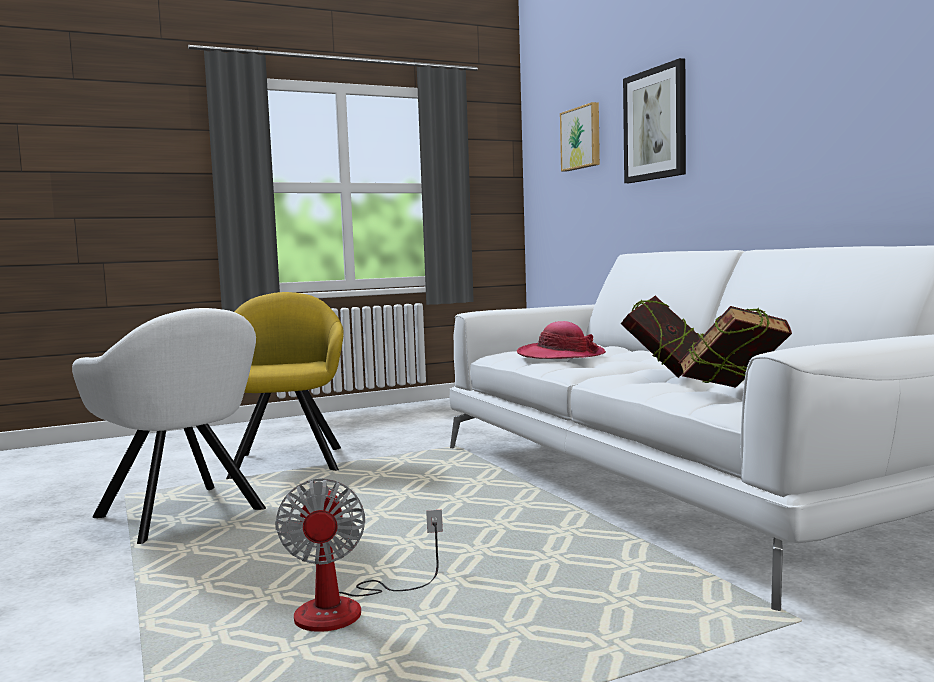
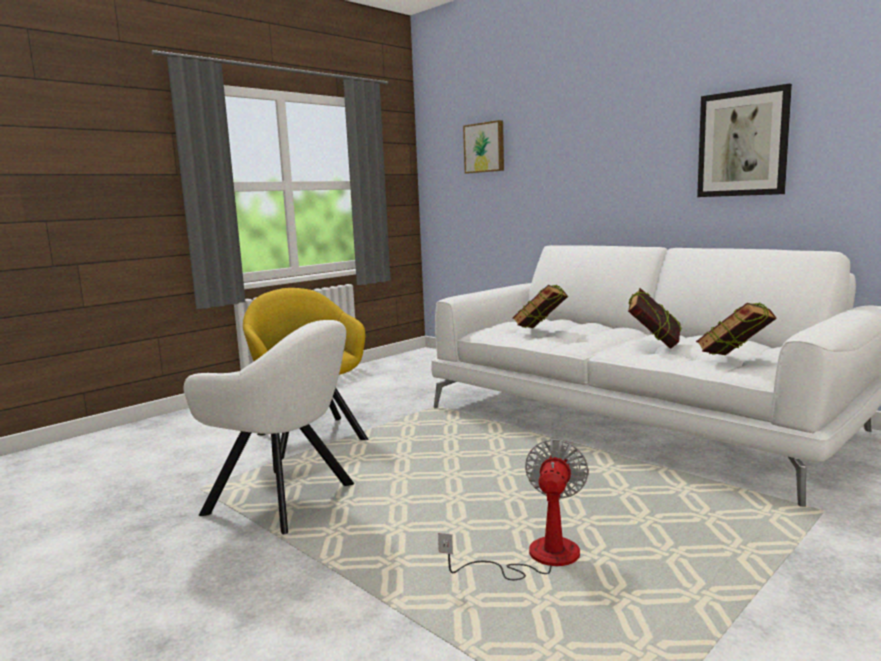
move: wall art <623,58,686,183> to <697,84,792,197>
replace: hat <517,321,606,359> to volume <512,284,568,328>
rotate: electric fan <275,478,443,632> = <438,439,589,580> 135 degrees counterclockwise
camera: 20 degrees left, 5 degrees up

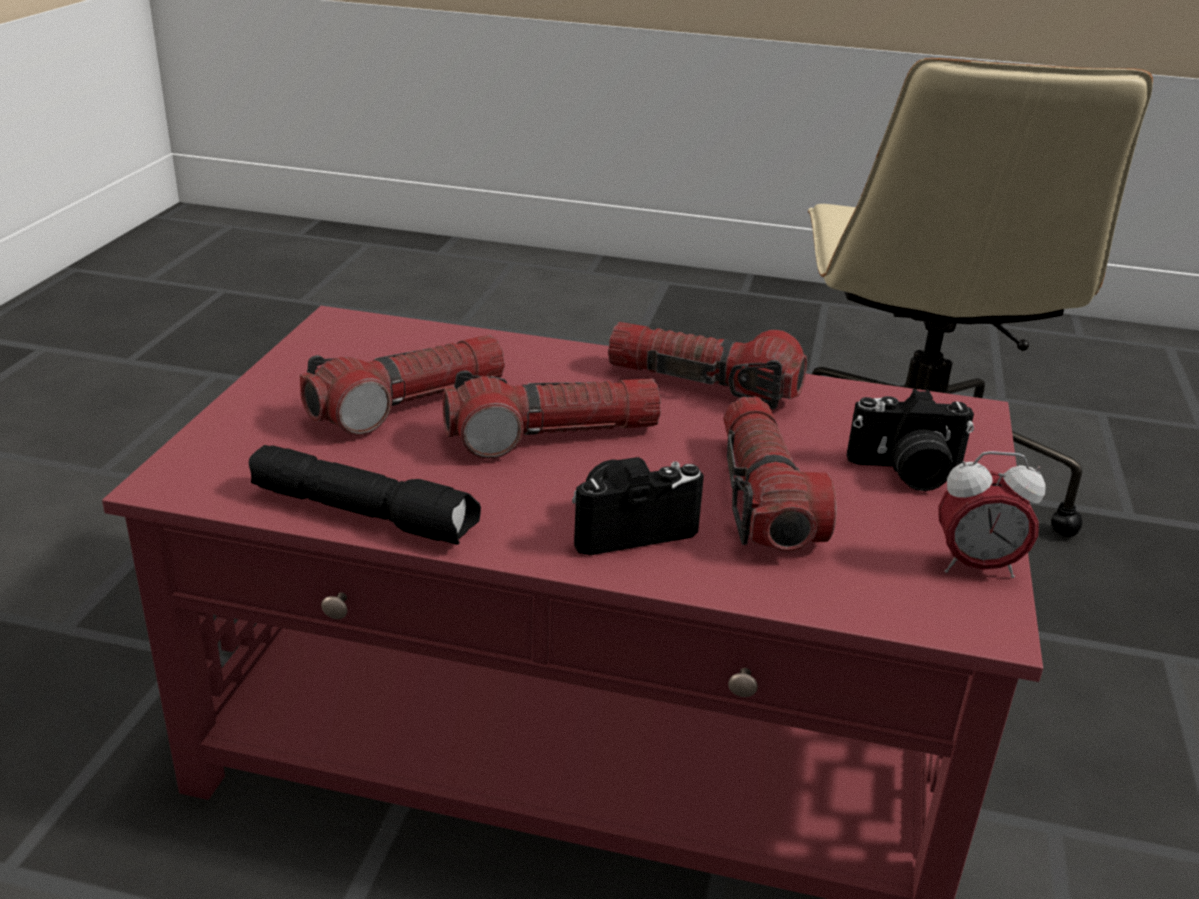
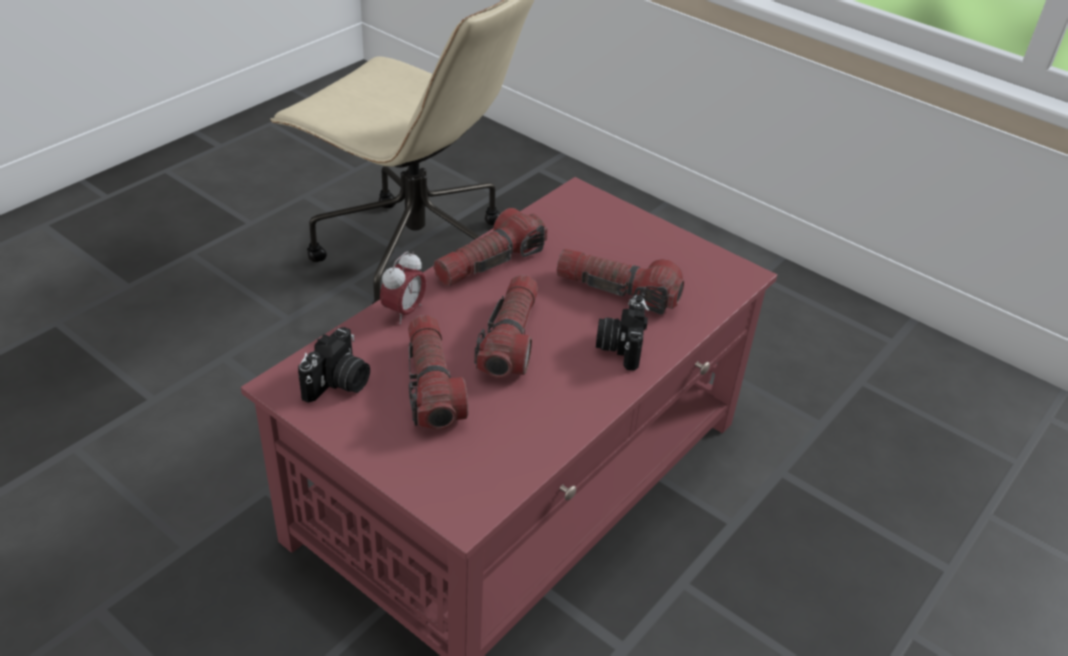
delete: black hand torch <249,445,481,545>
move: photo camera <847,389,974,491> to <298,327,370,403>; table clock <938,451,1046,578> to <380,251,426,324>
camera: 65 degrees left, 10 degrees up

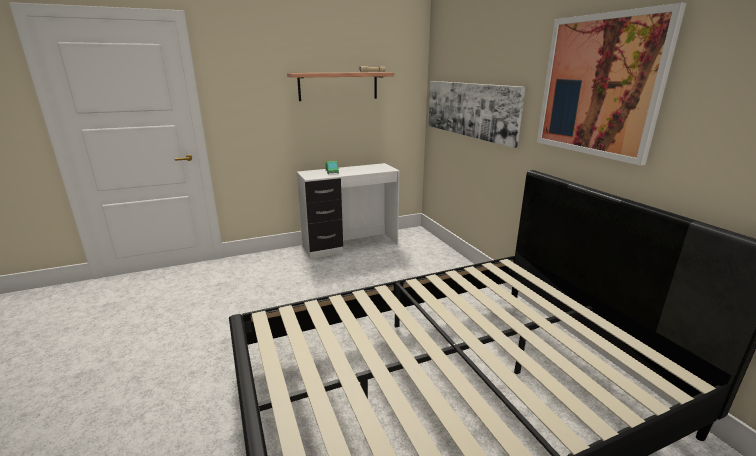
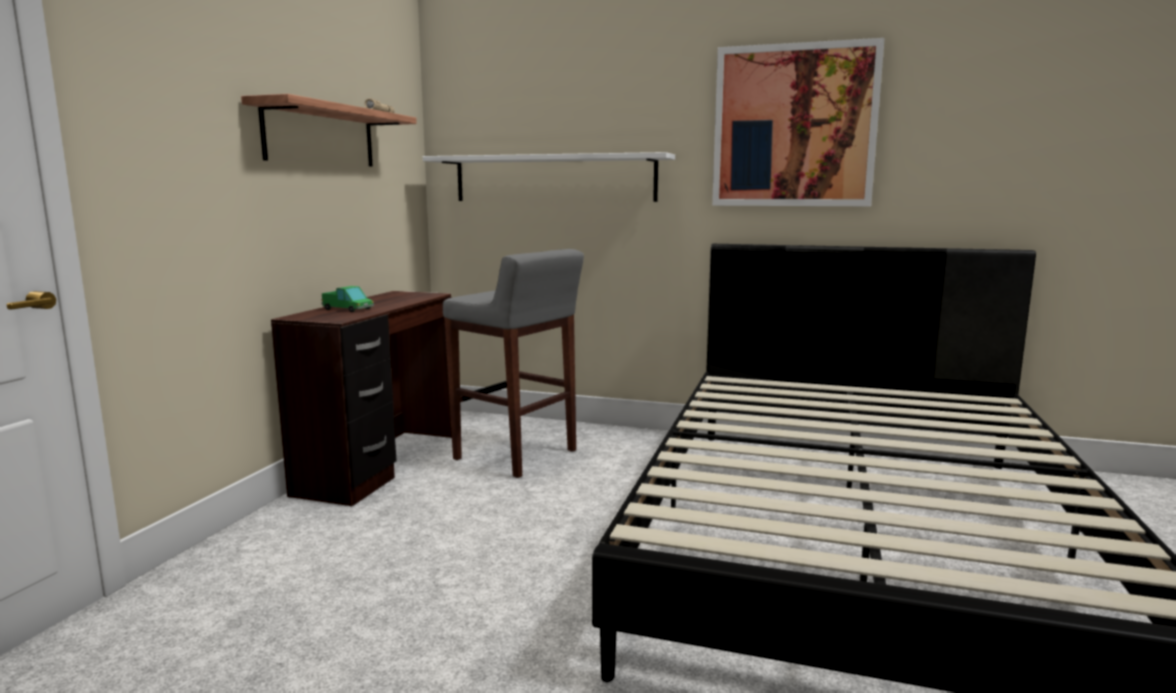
insert: grey stool <443,249,584,478>
replace: wall art <428,81,525,148> to whitish shelf <423,152,675,202>
recolor: whitish desk <297,163,400,259> to brown desk <271,291,452,507>
camera: 50 degrees left, 10 degrees down

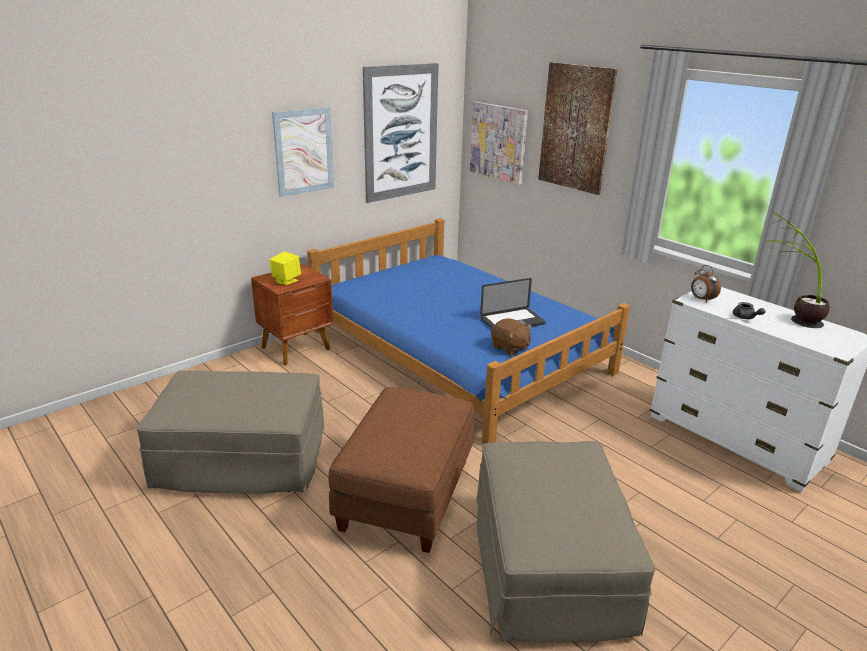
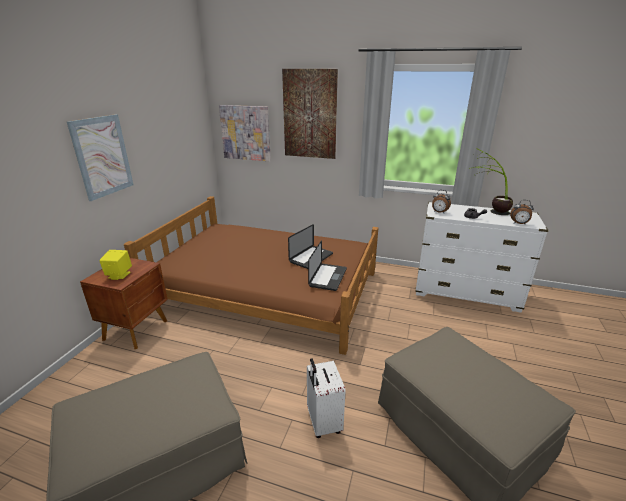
delete: wall art <363,63,438,203>
insert: table clock <510,200,534,224>
replace: brown pouffe <329,387,474,553> to whitish suitcase <307,358,345,438>; brown soft toy <491,318,532,355> to laptop <308,240,347,291>
recolor: bluish bed <307,218,630,443> to brown bed <124,196,378,355>
camera: 30 degrees left, 0 degrees up

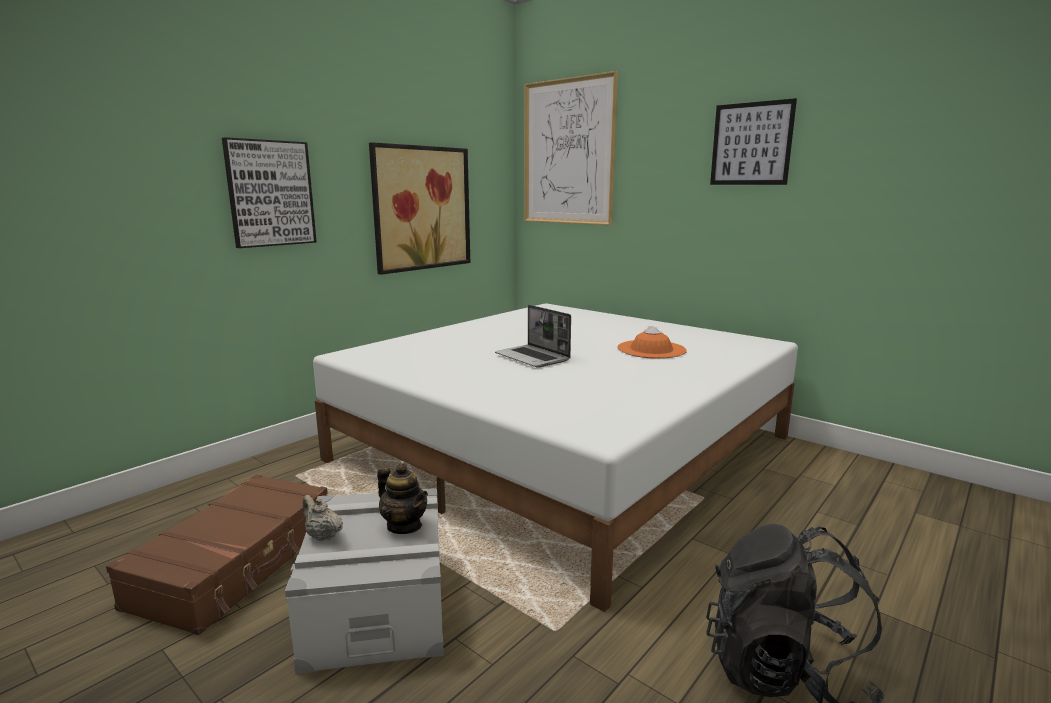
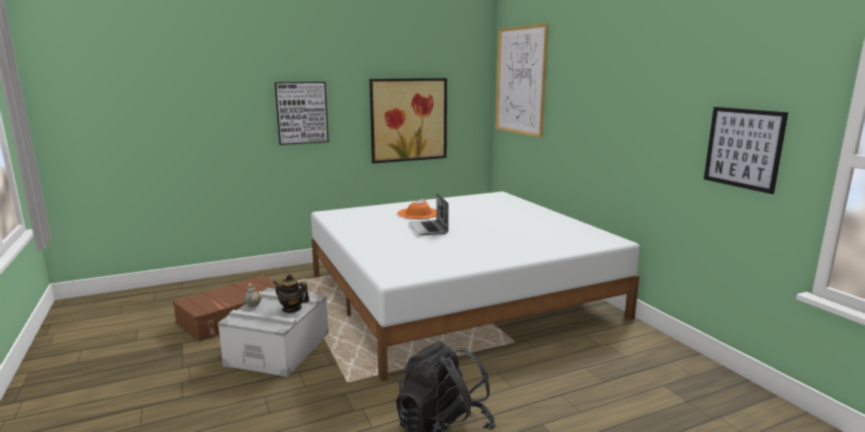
move: orange-coloured hat <617,327,687,359> to <397,199,436,219>; wall art <710,98,797,185> to <704,107,788,194>
rotate: tea pot <377,463,428,534> = <273,274,310,313> 135 degrees clockwise
camera: 25 degrees right, 0 degrees up

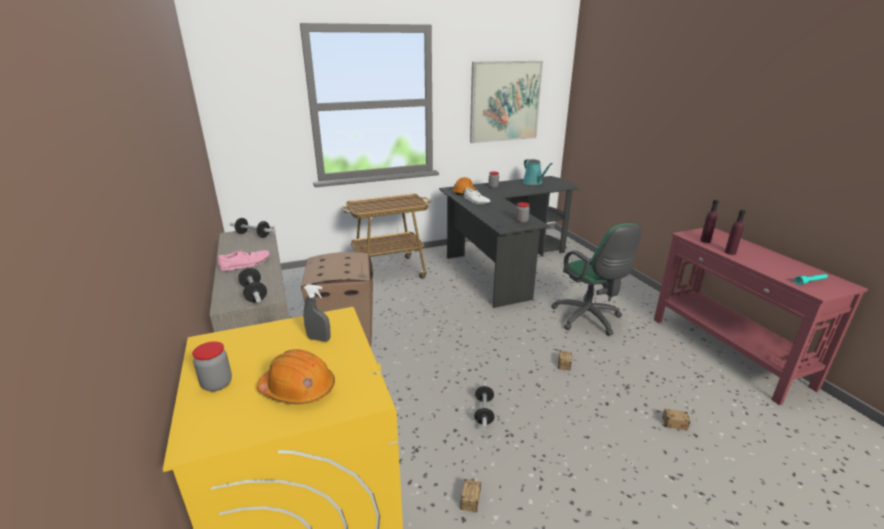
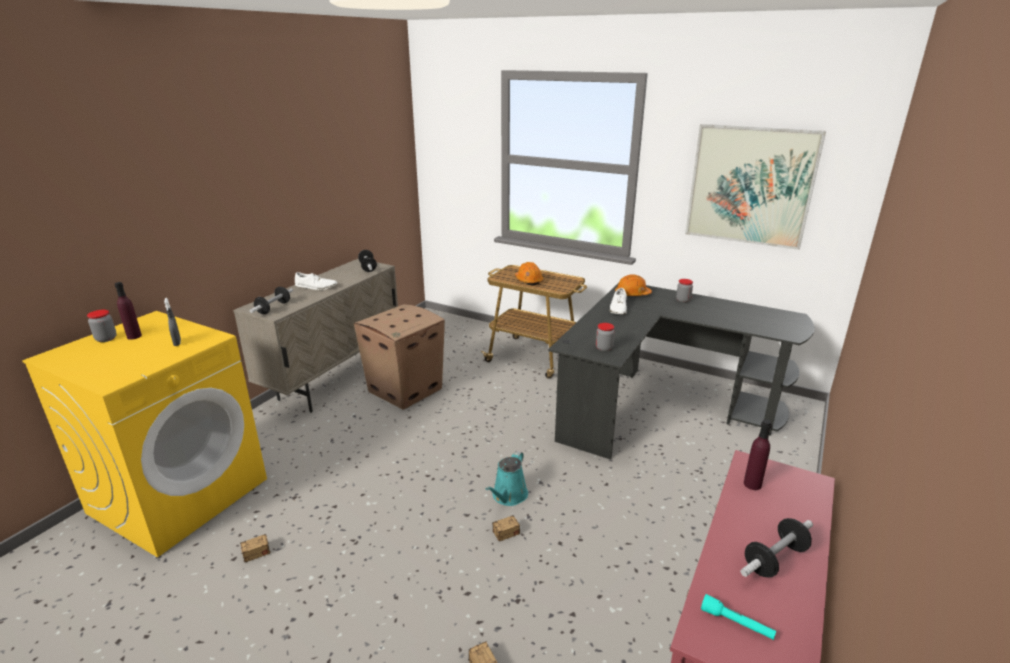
delete: green-coloured computer chair <551,223,641,336>
move: orange-coloured safety helmet <257,349,335,404> to <515,262,543,285>; dumbbell <474,382,495,430> to <740,518,813,577>; turquoise-coloured watering can <523,159,553,185> to <486,451,528,506>; purplish bottle <725,210,746,255> to <115,282,142,340>
recolor: pink-coloured low shoe <218,250,270,271> to whitish low shoe <295,272,337,290>
camera: 50 degrees right, 0 degrees up

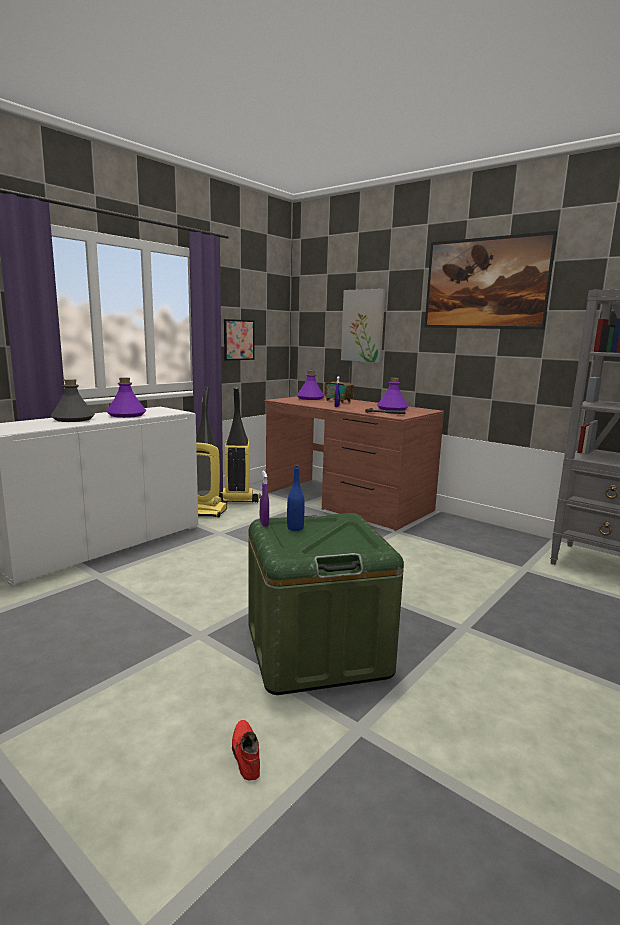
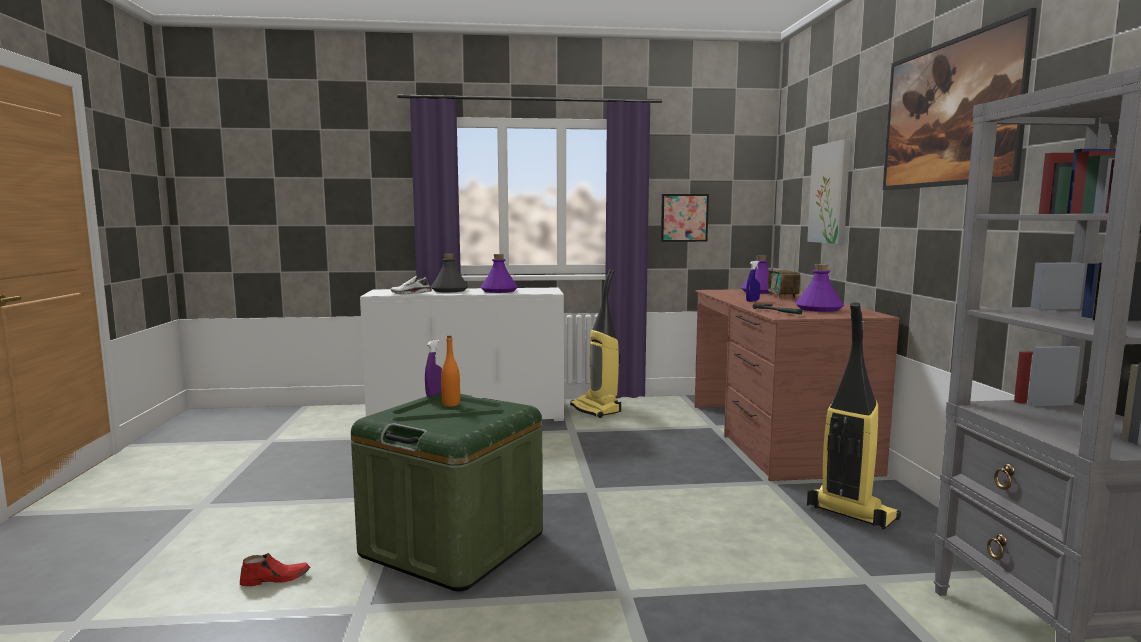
insert: whitish low shoe <391,276,432,295>
move: hoover <219,387,261,503> to <807,302,901,530>
recolor: bluish bottle <287,465,305,531> to orange-coloured bottle <441,336,460,407>
rotate: reddish low shoe <232,720,260,781> = <240,553,310,586> 45 degrees clockwise
camera: 45 degrees right, 5 degrees down

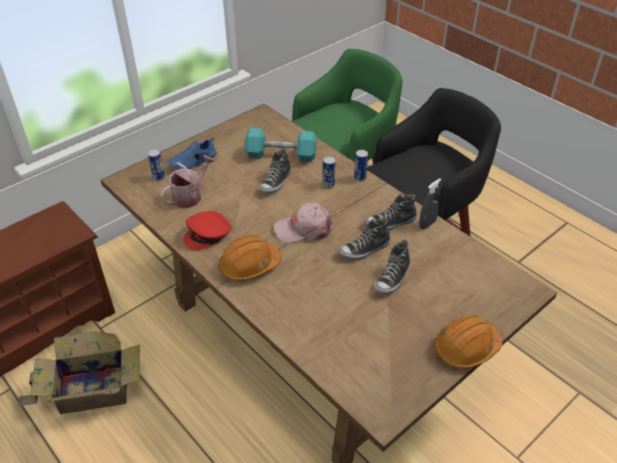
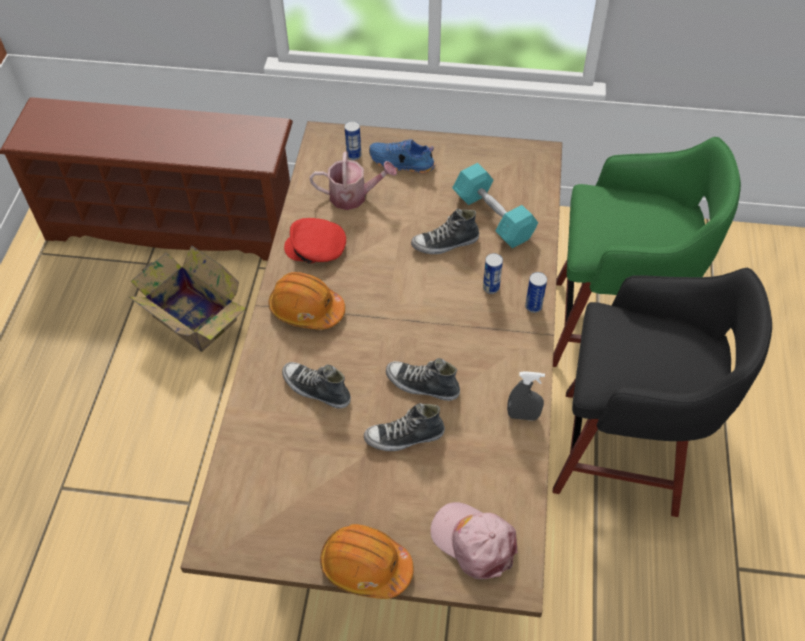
move: pink-coloured baseball cap <274,203,333,243> to <430,502,518,579>; low shoe <364,193,417,231> to <282,362,351,408>
camera: 50 degrees right, 10 degrees up

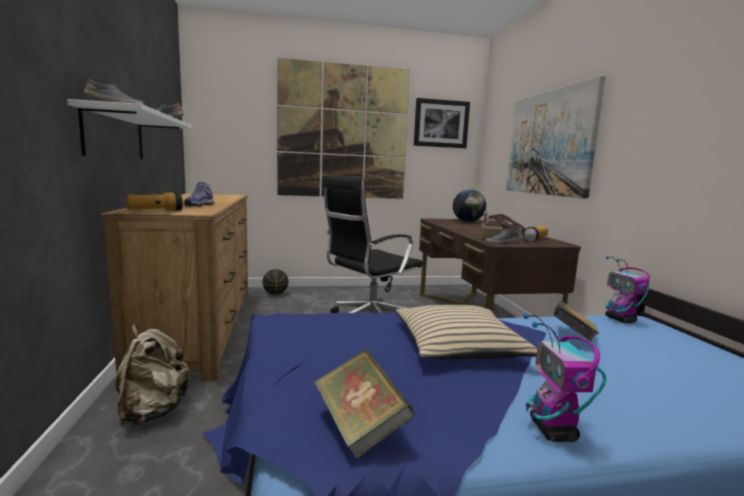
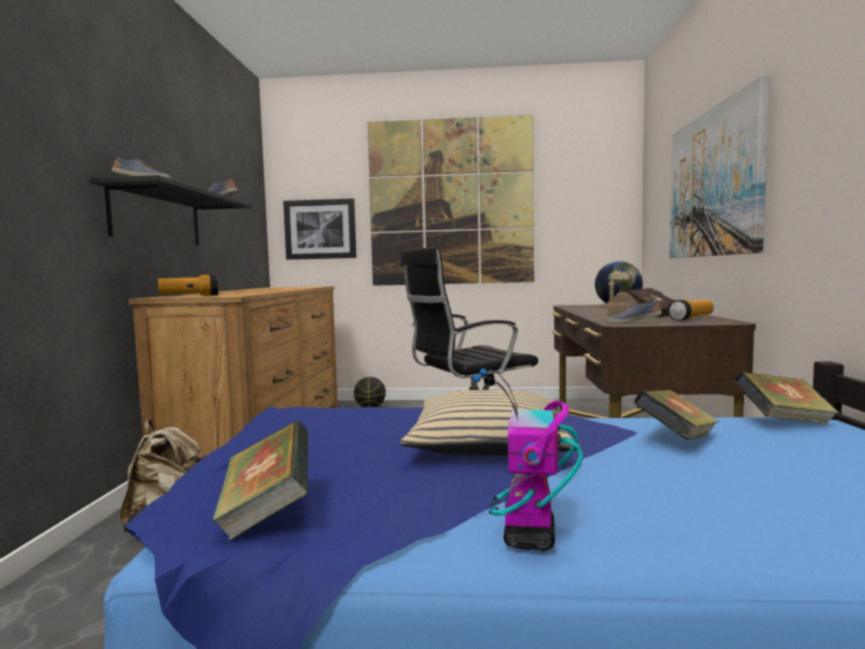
delete: low shoe <184,182,214,207>
move: wall art <414,98,470,148> to <283,198,357,260>
replace: model robot <605,256,650,323> to volume <735,372,839,425>
recolor: whitish shelf <67,99,192,159> to black shelf <90,175,252,245>
camera: 15 degrees right, 5 degrees down

